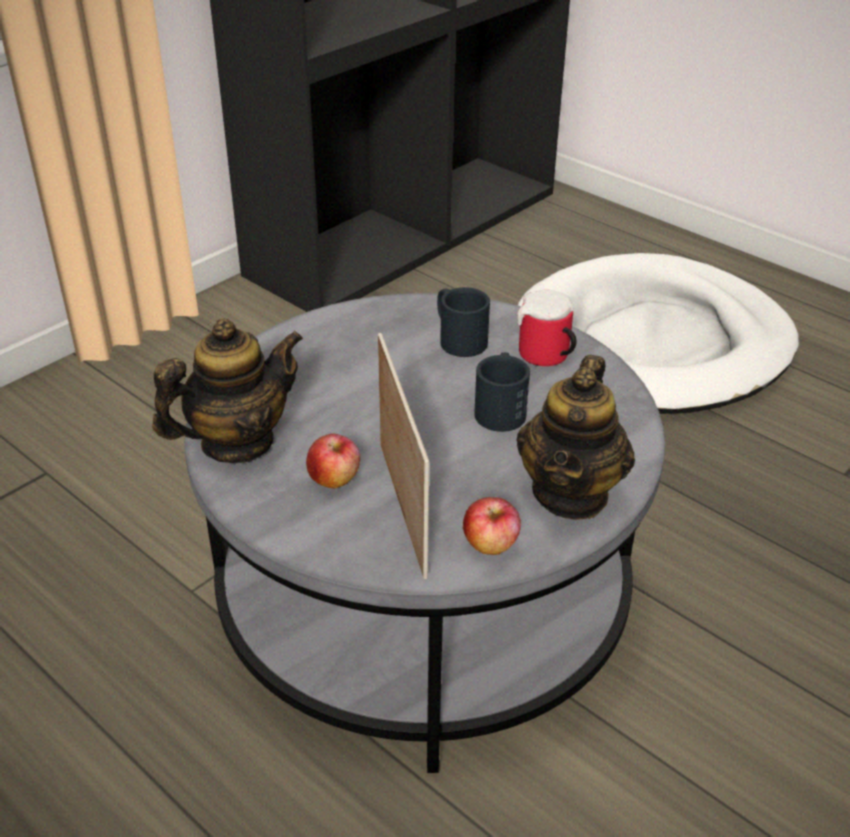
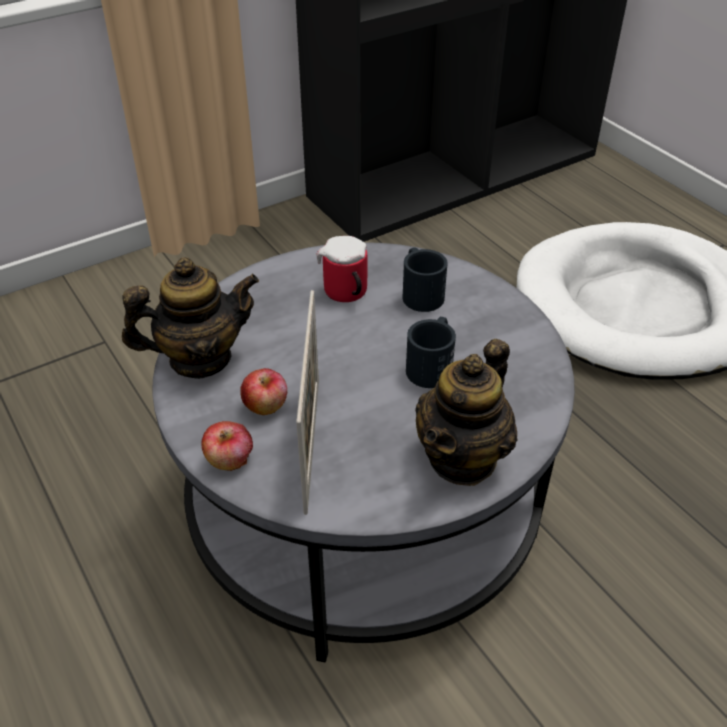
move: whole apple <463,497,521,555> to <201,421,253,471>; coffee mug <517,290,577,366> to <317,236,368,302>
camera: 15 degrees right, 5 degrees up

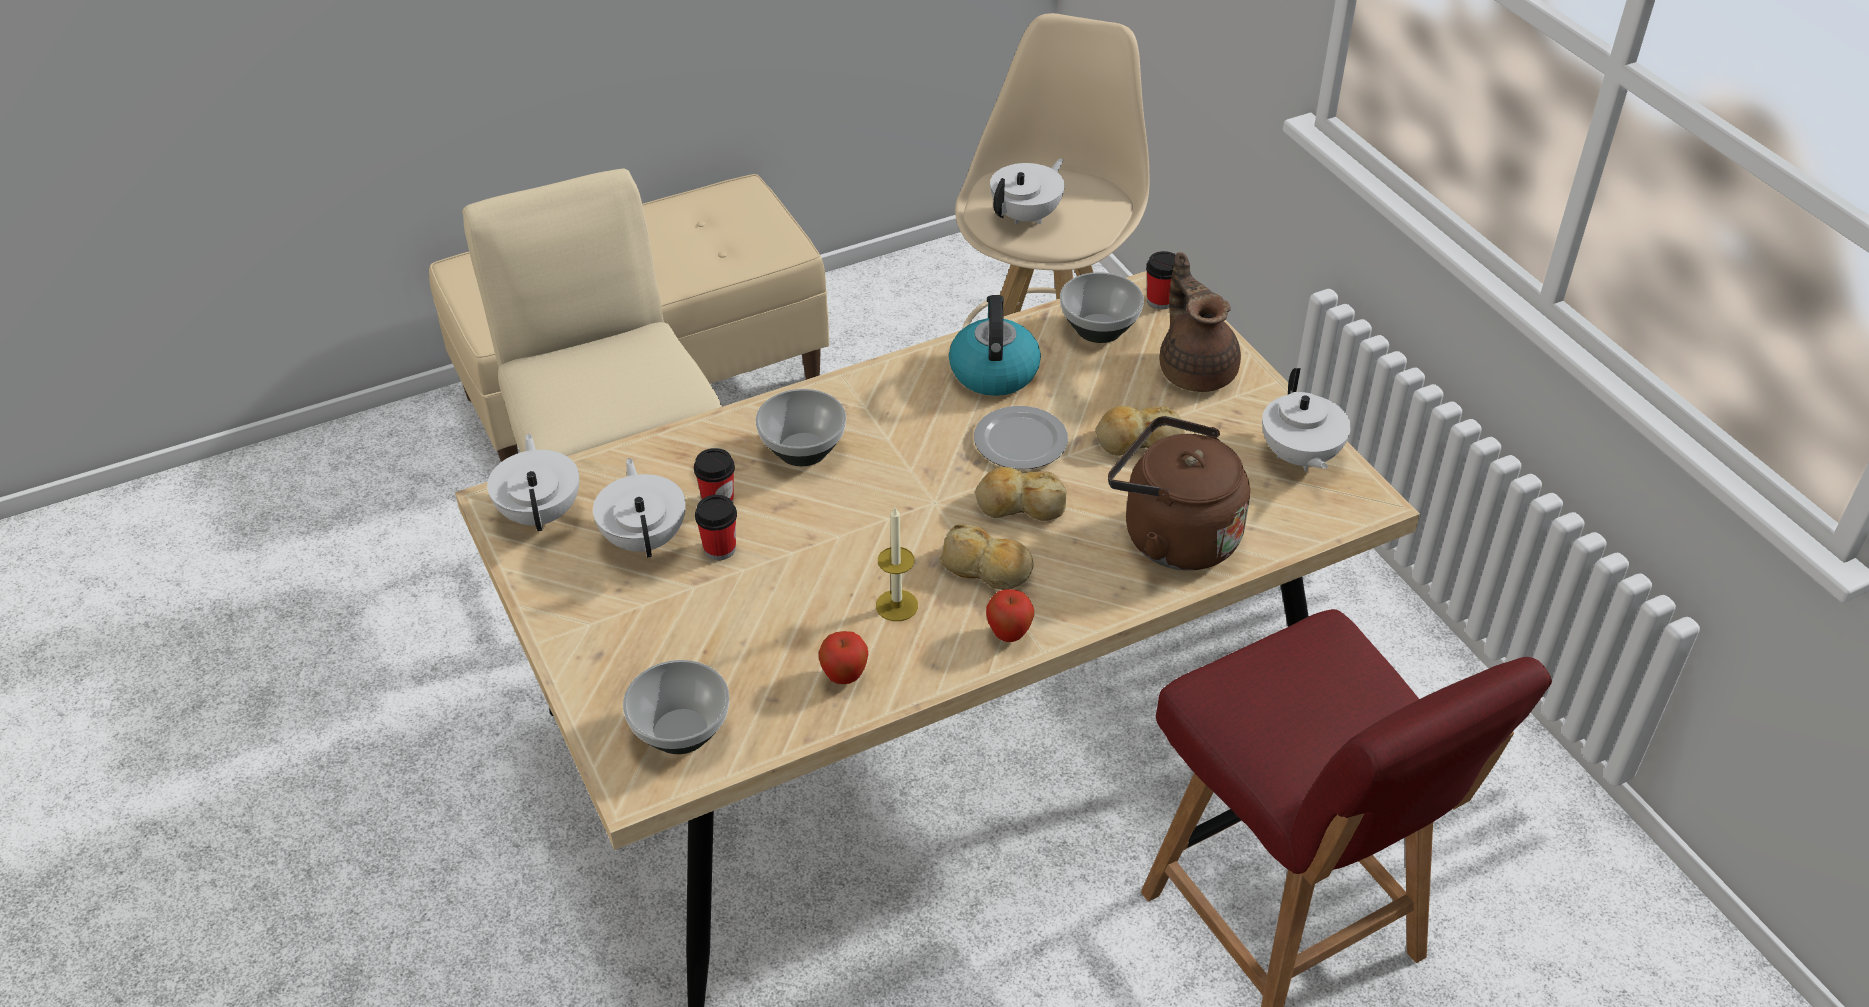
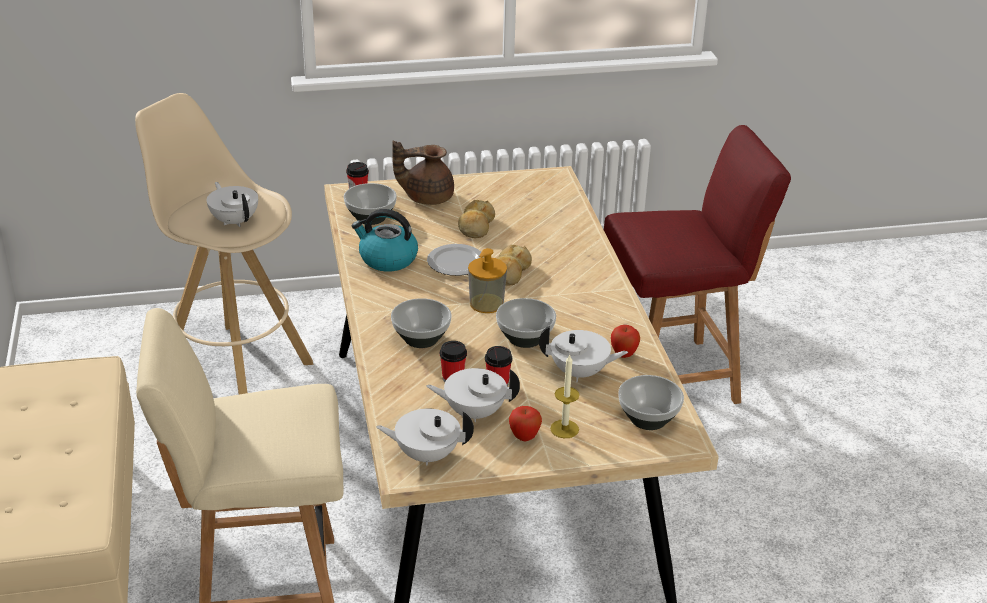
delete: bakery bread <939,525,1034,590>; brown tea kettle <1108,416,1250,571>
insert: soap dispenser <468,248,507,313>; bowl <496,298,556,348>
move: wax light <876,507,918,621> to <550,354,579,438>; whole apple <986,589,1034,642> to <509,406,542,441>; whitish tea pot <1262,368,1351,472> to <539,326,628,382>
camera: 75 degrees left, 10 degrees down

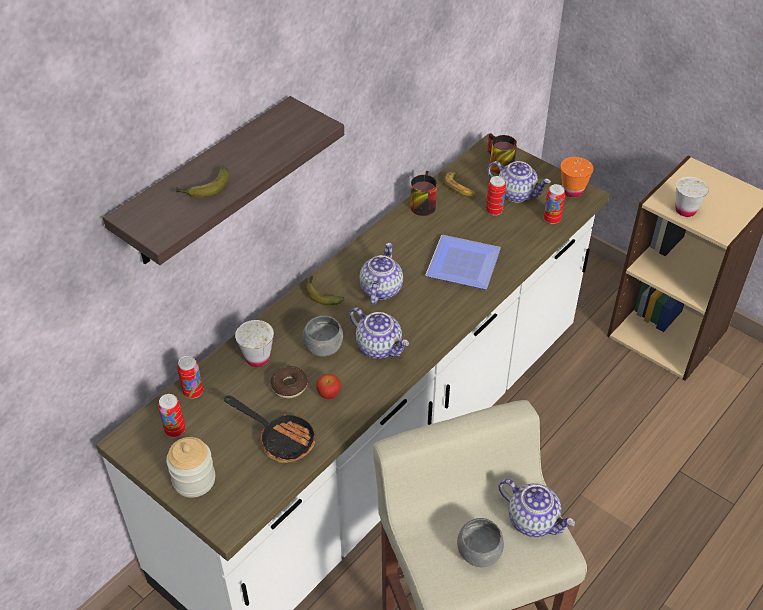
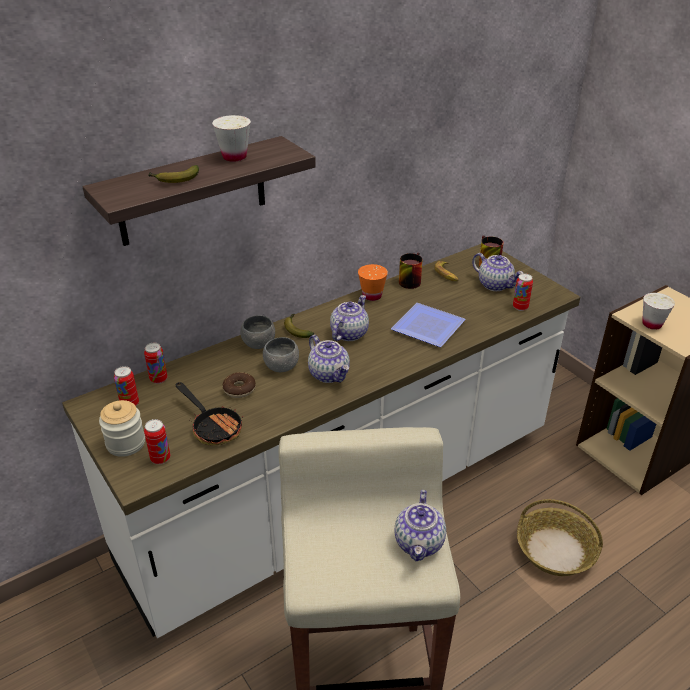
delete: whole apple <316,374,341,399>
insert: storage basket <517,499,603,576>
move: whitish cup <235,320,274,367> to <212,115,251,162>; grey bowl <457,518,504,567> to <240,315,275,349>; sealed can <486,176,506,216> to <144,419,170,464>; orange-coloured cup <561,157,594,198> to <358,264,388,301>
rotate: tea pot <498,479,575,537> = <394,490,446,561> 45 degrees clockwise
camera: 15 degrees right, 10 degrees down

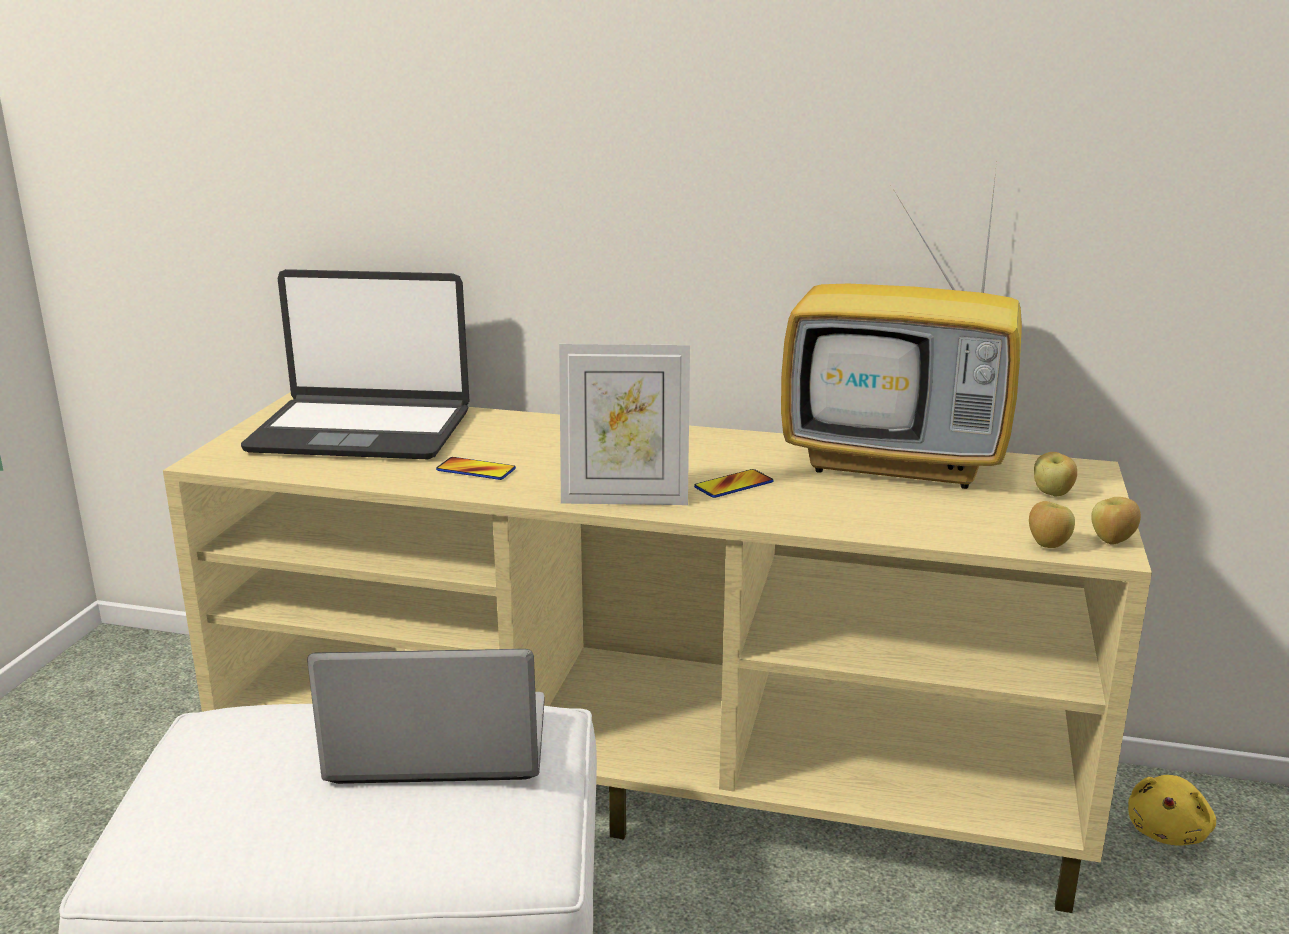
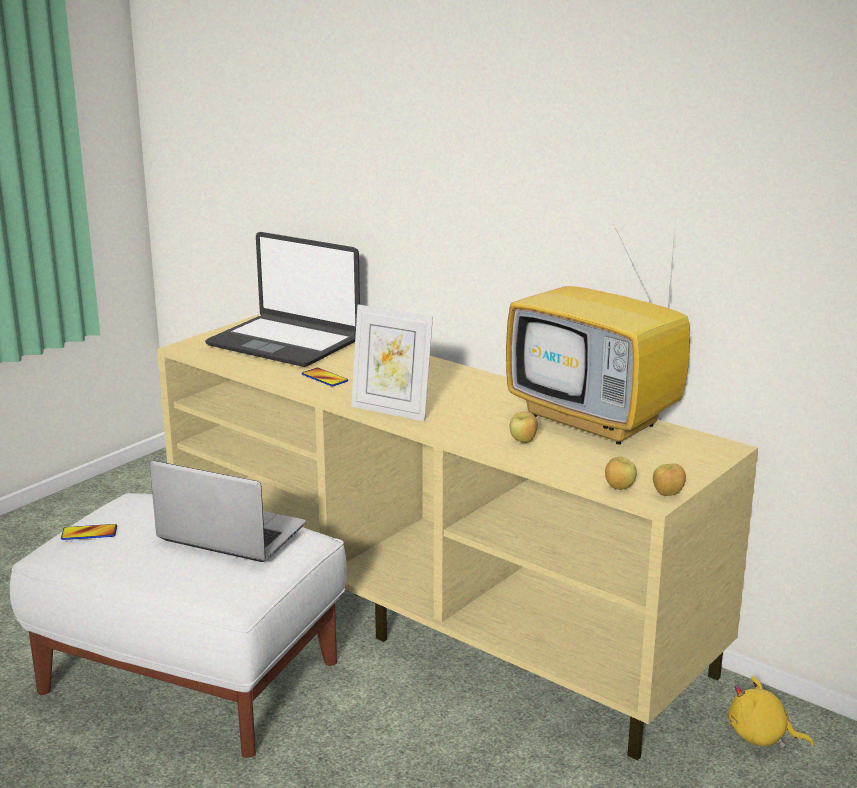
move: telephone <694,469,773,498> to <61,524,117,540>; whole apple <1034,452,1077,496> to <509,411,538,443>
rotate: yellowish soft toy <1128,775,1216,846> = <728,676,814,748> 60 degrees clockwise
camera: 25 degrees right, 0 degrees up

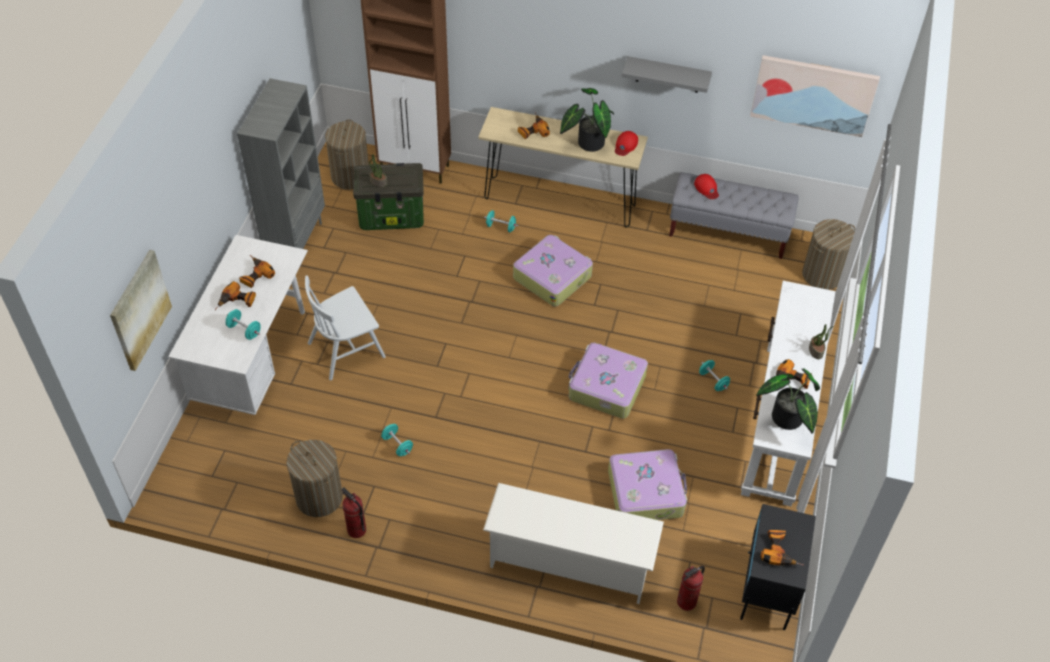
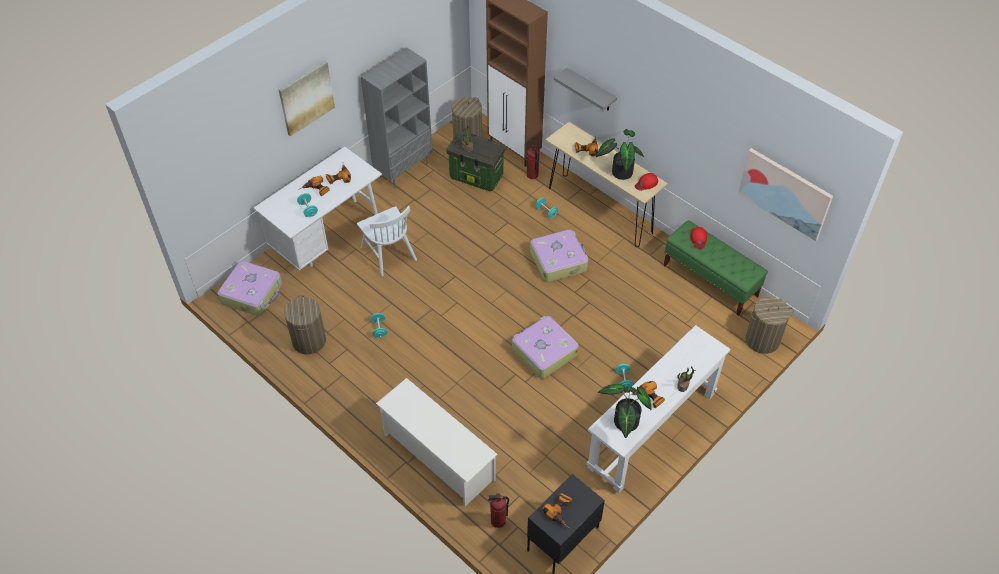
move: wall art <110,250,172,371> to <279,61,335,136>; fire-fighting cylinder <341,487,366,538> to <527,140,539,179>; suitcase <608,449,687,520> to <217,261,282,316>; grey shelf <622,56,712,93> to <554,68,617,111>
recolor: grey bench <669,172,799,259> to green-coloured bench <664,220,768,316>
rotate: whitish upright chair <305,275,386,380> = <357,206,417,276> 120 degrees counterclockwise
camera: 30 degrees right, 0 degrees up

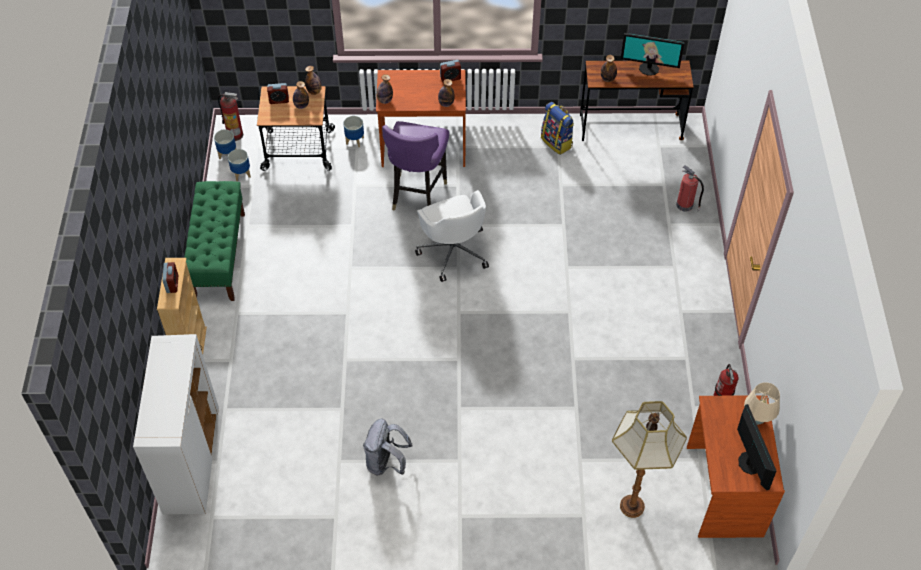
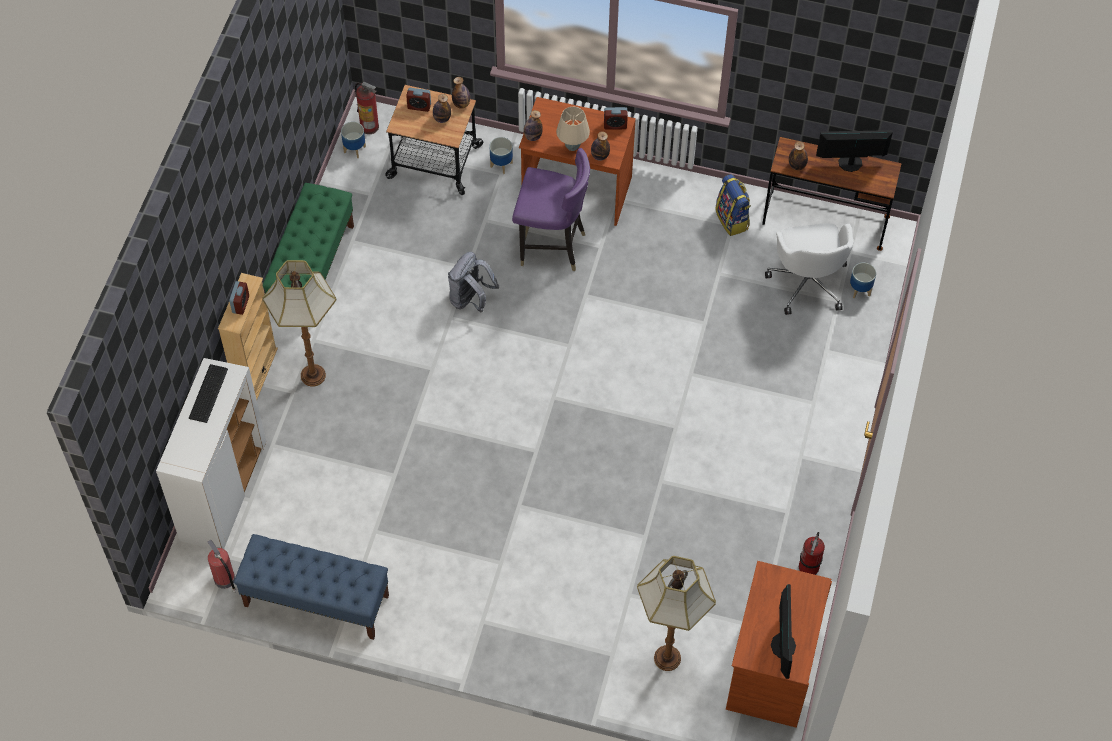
insert: keyboard <188,364,228,423>; bluish bench <234,534,389,640>; standing lamp <262,260,336,387>
move: planter <228,149,251,182> to <850,263,876,298>; grey rucksack <363,419,413,476> to <448,252,499,313>; whitish computer chair <415,190,489,282> to <765,223,853,315>; fire-fighting cylinder <676,165,704,212> to <208,539,237,593>; sand-coloured tabletop lamp <744,382,780,425> to <556,107,590,151>
rotate: purplish upright chair <382,121,449,211> = <512,148,590,271> 105 degrees counterclockwise; monitor <620,33,685,76> = <816,130,893,172> 150 degrees clockwise
camera: 15 degrees right, 5 degrees up

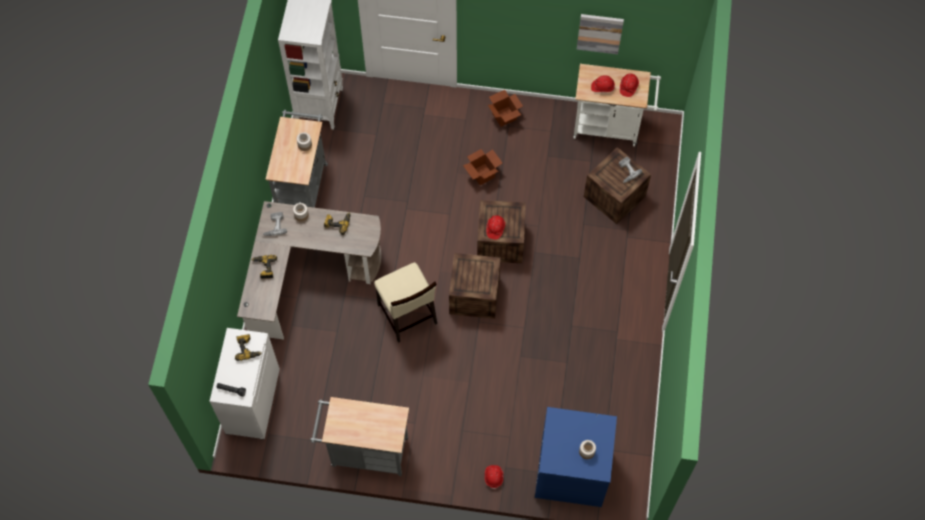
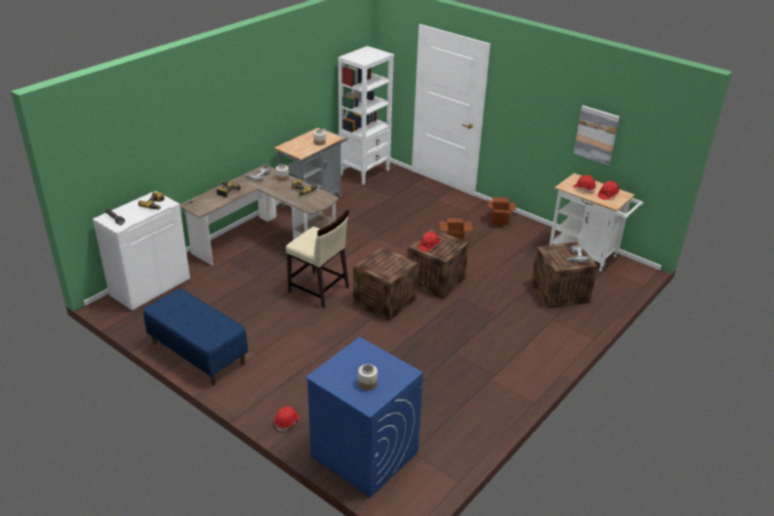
replace: grey cart <310,397,409,476> to bluish bench <143,288,248,385>
rotate: sand-coloured upright chair <374,262,437,343> = <286,210,349,308> 60 degrees counterclockwise
camera: 30 degrees right, 30 degrees down

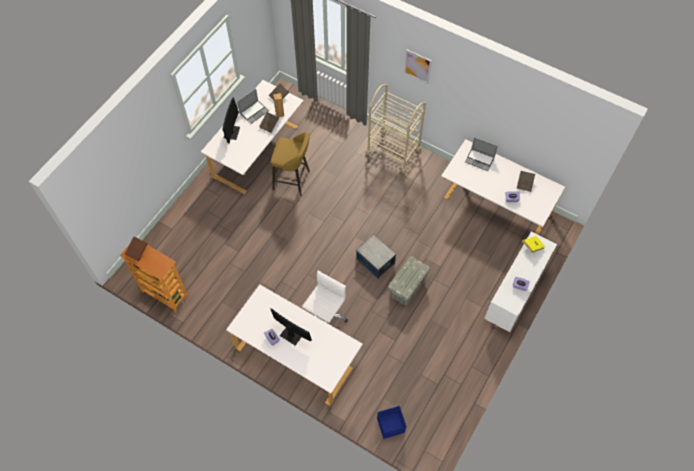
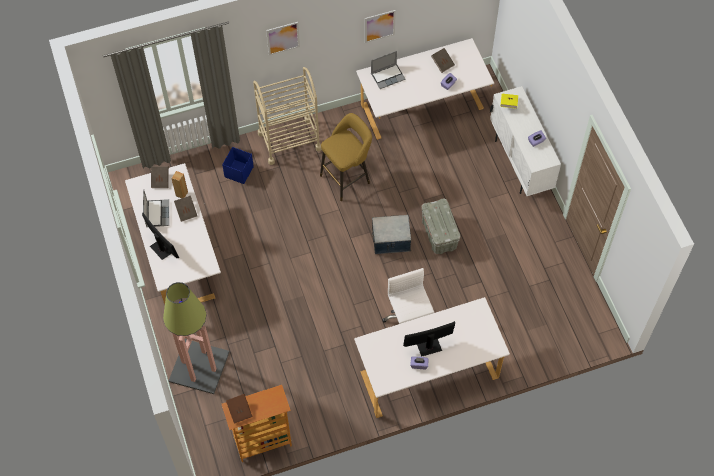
insert: standing lamp <163,282,229,394>; wall art <365,10,396,43>
move: yellowish stool <271,132,310,196> to <320,113,372,201>; bluish storage container <377,406,406,439> to <222,147,254,184>
camera: 50 degrees left, 0 degrees up

